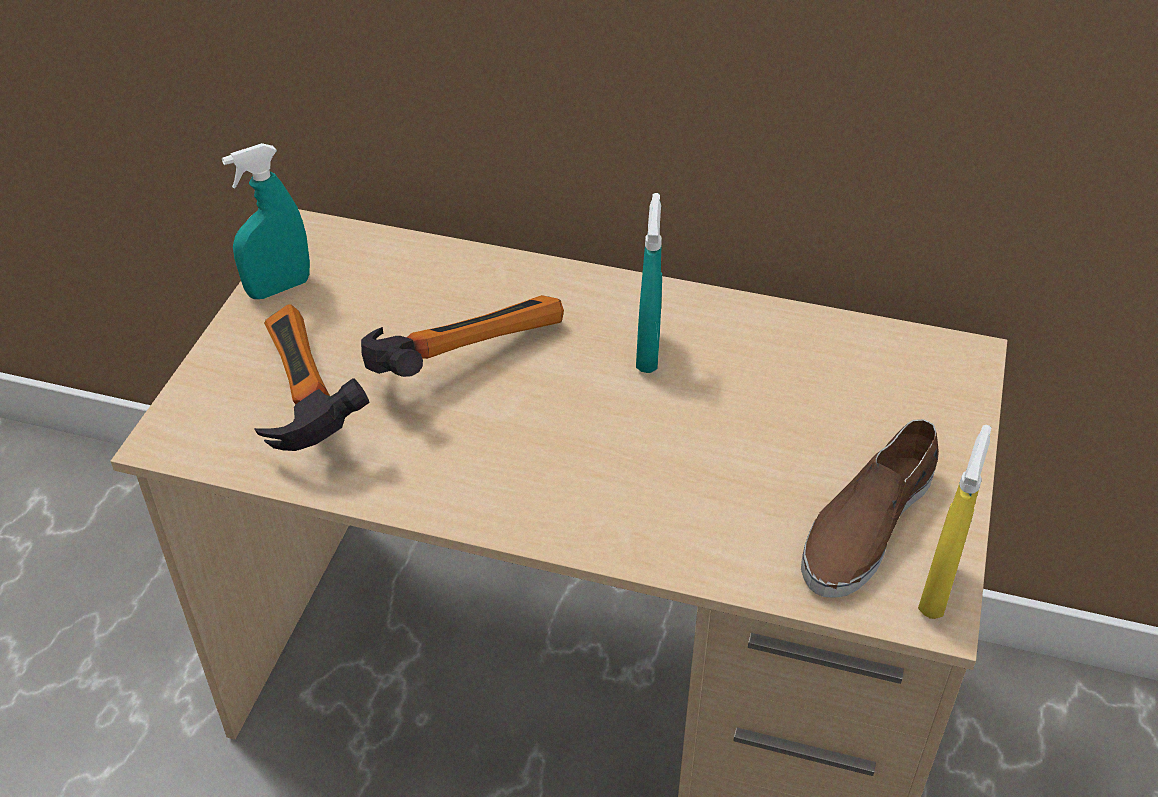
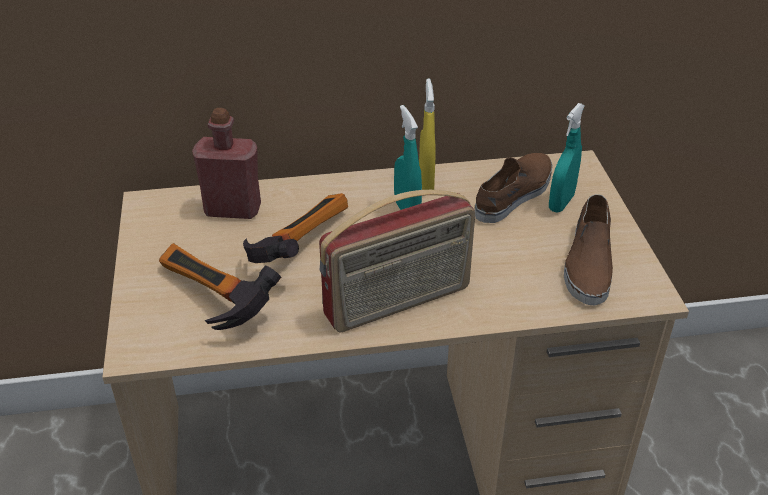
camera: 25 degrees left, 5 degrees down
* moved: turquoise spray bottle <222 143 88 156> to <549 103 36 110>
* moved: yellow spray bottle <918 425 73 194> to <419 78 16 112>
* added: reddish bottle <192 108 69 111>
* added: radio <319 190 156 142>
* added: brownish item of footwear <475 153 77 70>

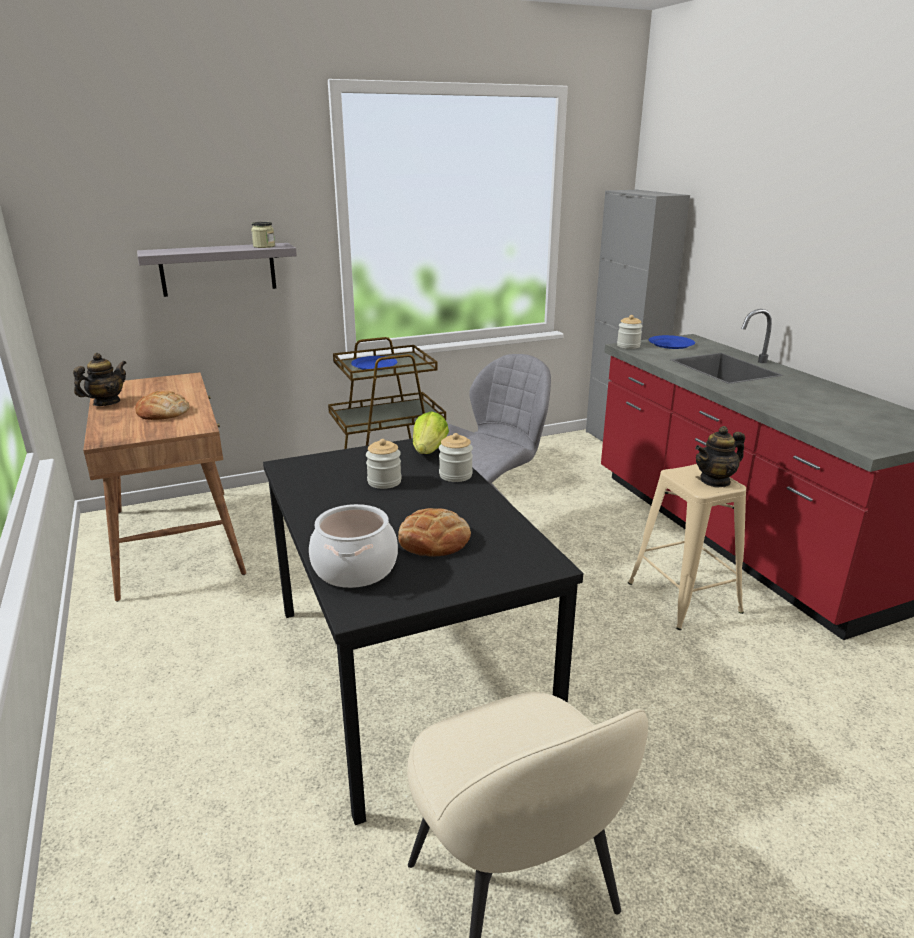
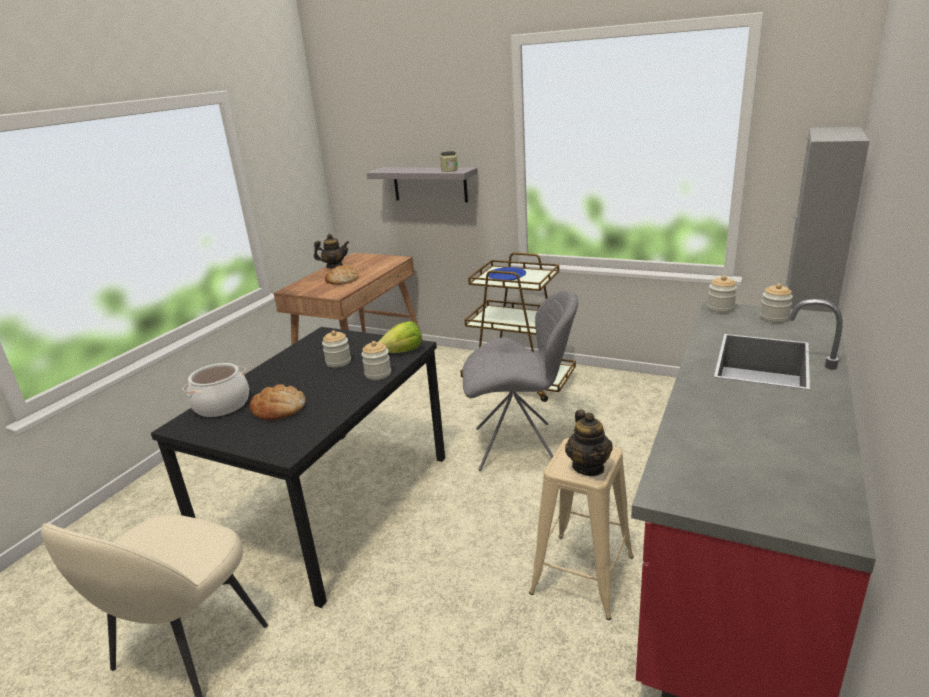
camera: 50 degrees right, 0 degrees up
* replaced: bluish plate <649 335 46 14> to jar <760 283 33 40>
* turned: pot for tea <695 426 50 61> = <565 410 48 66> 120 degrees counterclockwise

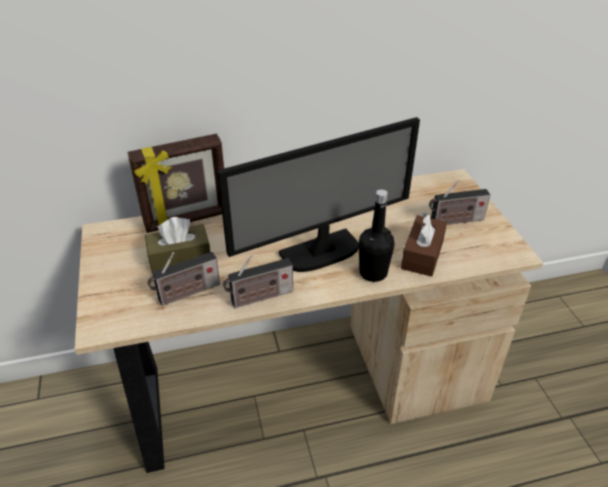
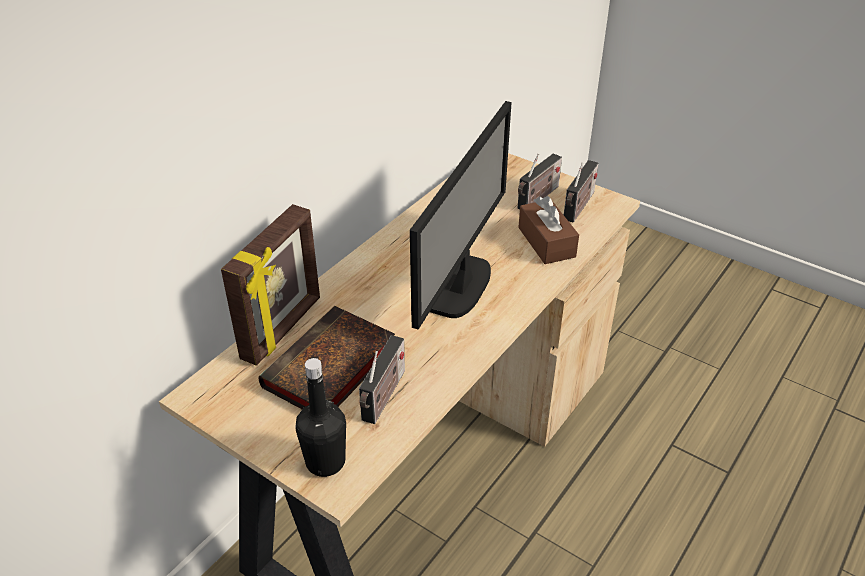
camera: 40 degrees left, 0 degrees up
* replaced: brownish tissue box <145 217 65 55> to volume <258 306 137 103>
* moved: radio <223 256 70 52> to <564 160 35 63>
* moved: black-coloured bottle <359 189 35 93> to <295 358 51 119>

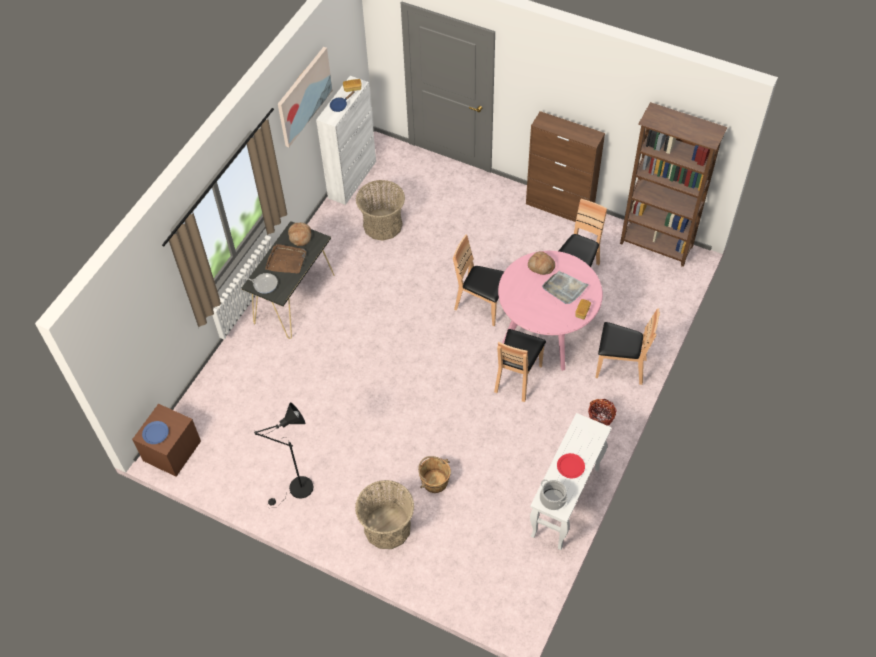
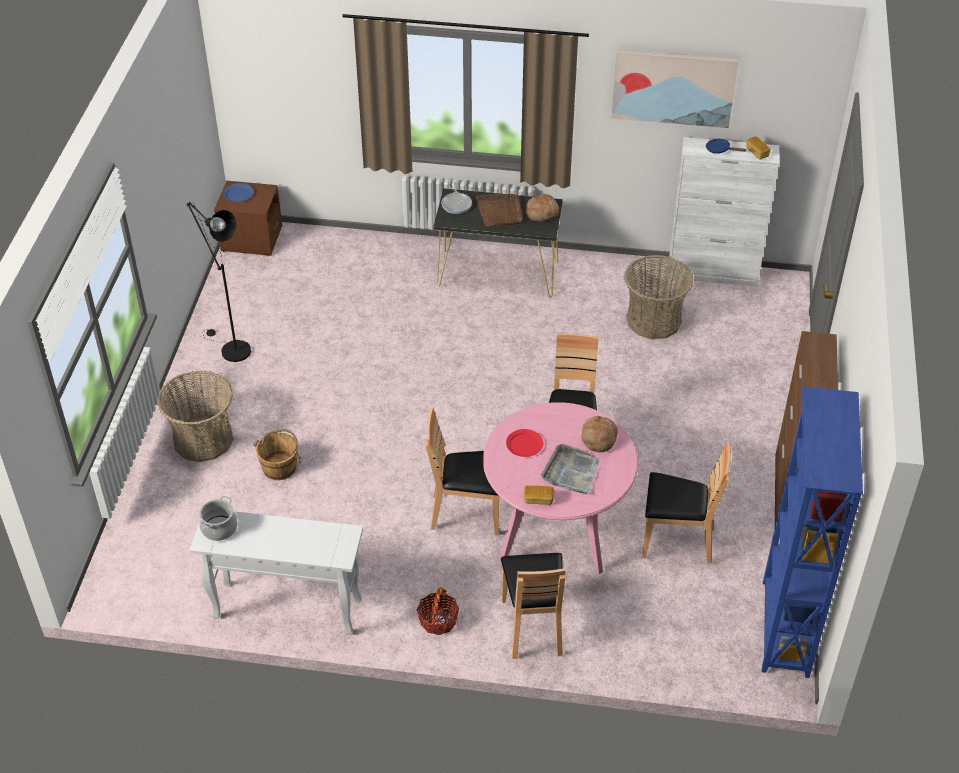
camera: 70 degrees right, 10 degrees down
* moved: reddish plate <557 453 28 25> to <506 429 37 28>
* recoloured: brownish bookcase <620 102 108 165> to bluish bookcase <761 386 102 292>

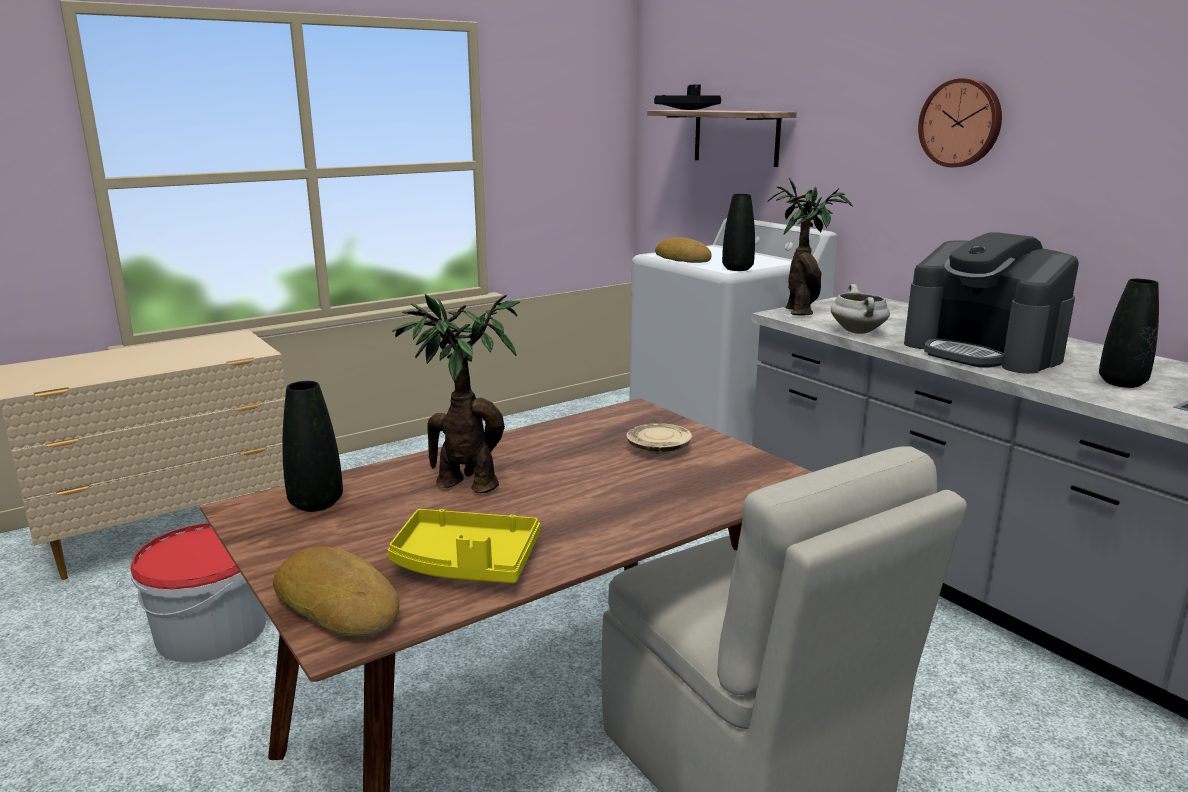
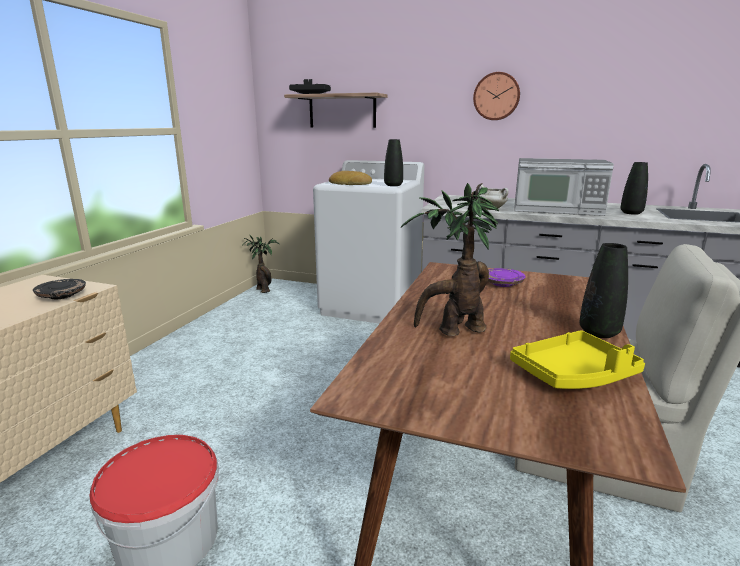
camera: 35 degrees left, 0 degrees up
* removed: bread <273 547 126 90>
* moved: black-coloured flower vase <282 381 61 131> to <579 243 49 95>
* recoloured: beige-coloured plate <627 423 65 32> to purple plate <488 268 38 19>
* moved: potted plant <767 178 86 137> to <242 235 38 58>
* replaced: coffee brewer <904 232 175 142> to microwave <515 158 99 58>
* added: black-coloured plate <33 279 53 20>

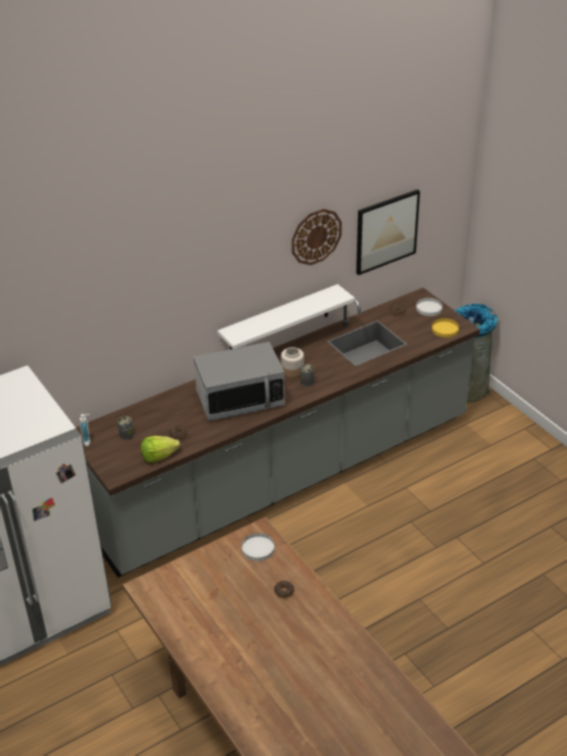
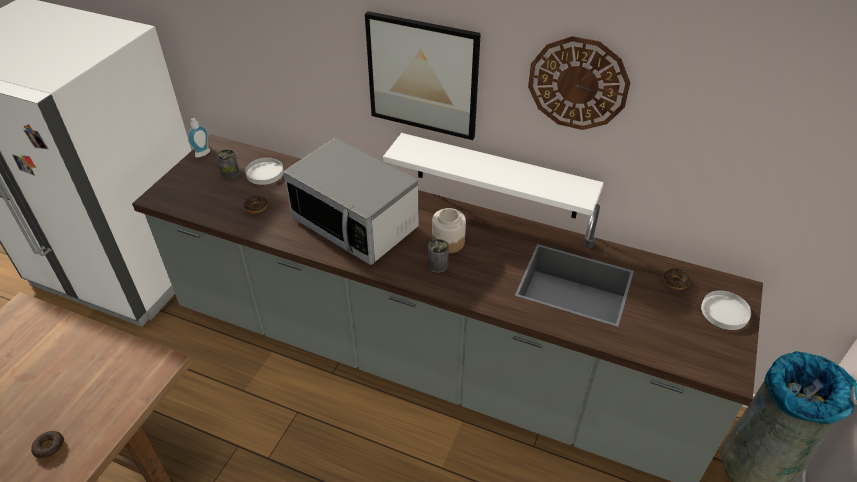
camera: 55 degrees right, 5 degrees up
* removed: lettuce head <141 436 39 26>
* moved: white-coloured plate <242 533 33 28> to <245 157 39 28>
* moved: picture <356 189 64 86> to <365 11 116 129>
* removed: yellow plate <432 318 27 20>

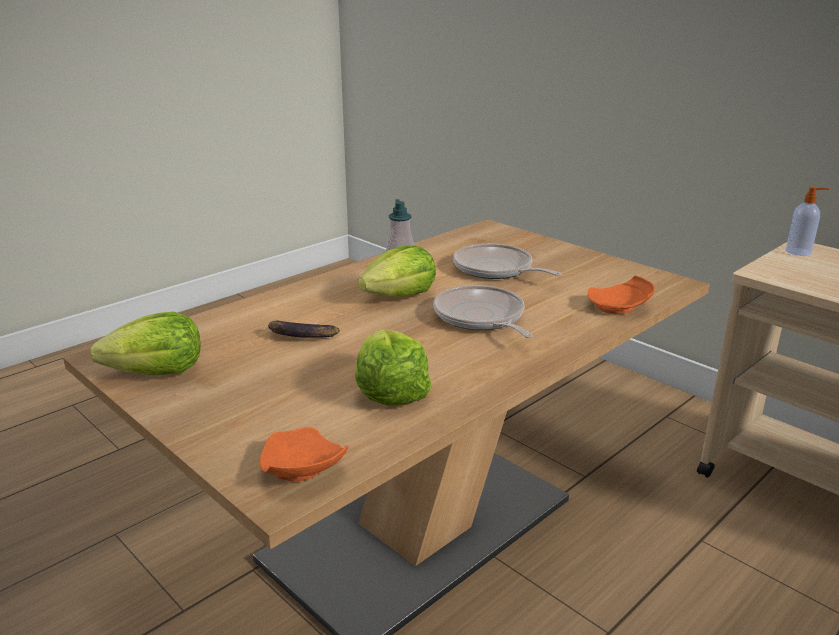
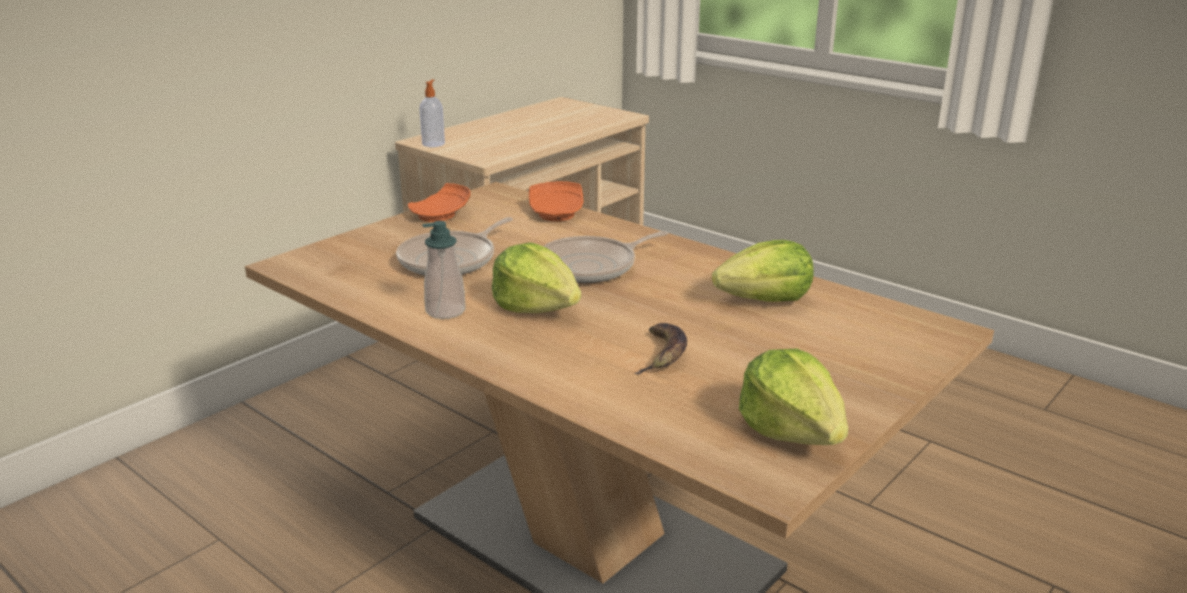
camera: 95 degrees left, 0 degrees up
* moved: orangey plate <259 427 89 55> to <408 183 63 39>

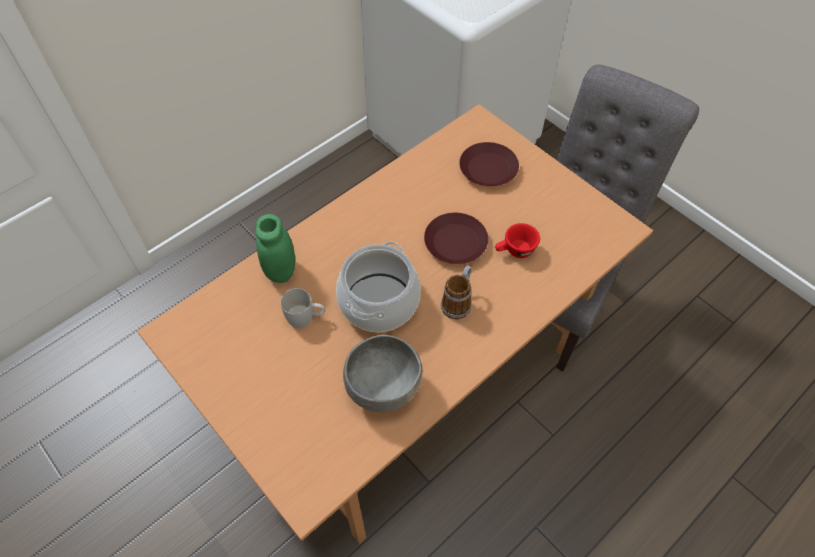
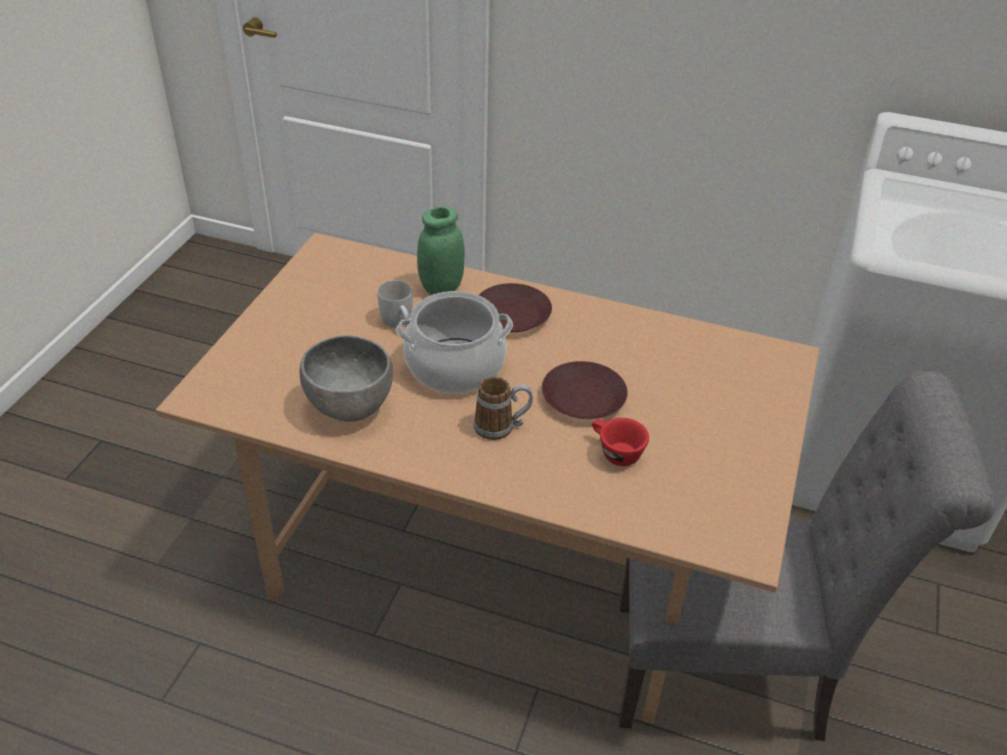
camera: 60 degrees right, 15 degrees down
* moved: brownish plate <459 142 60 45> to <479 283 73 49>

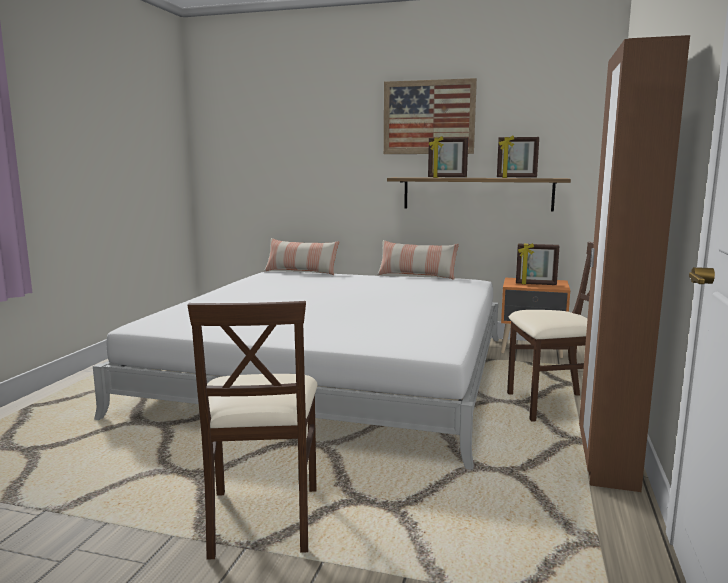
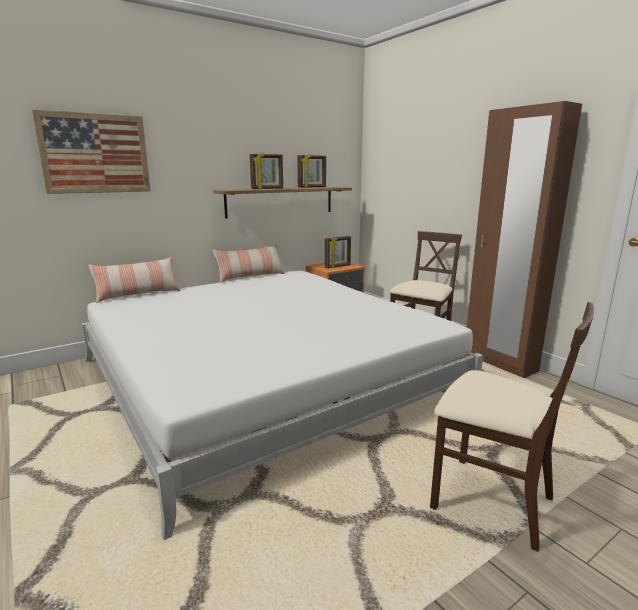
camera: 50 degrees left, 5 degrees up
* moved: picture <384 78 93 76> to <32 109 118 85>

